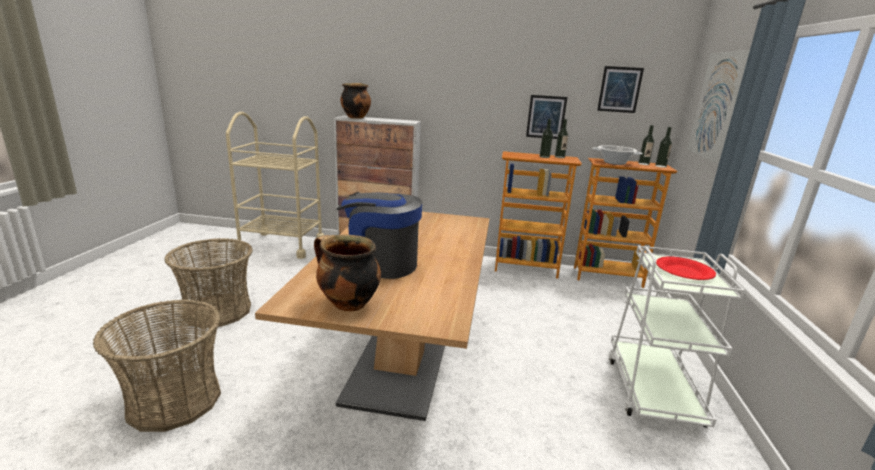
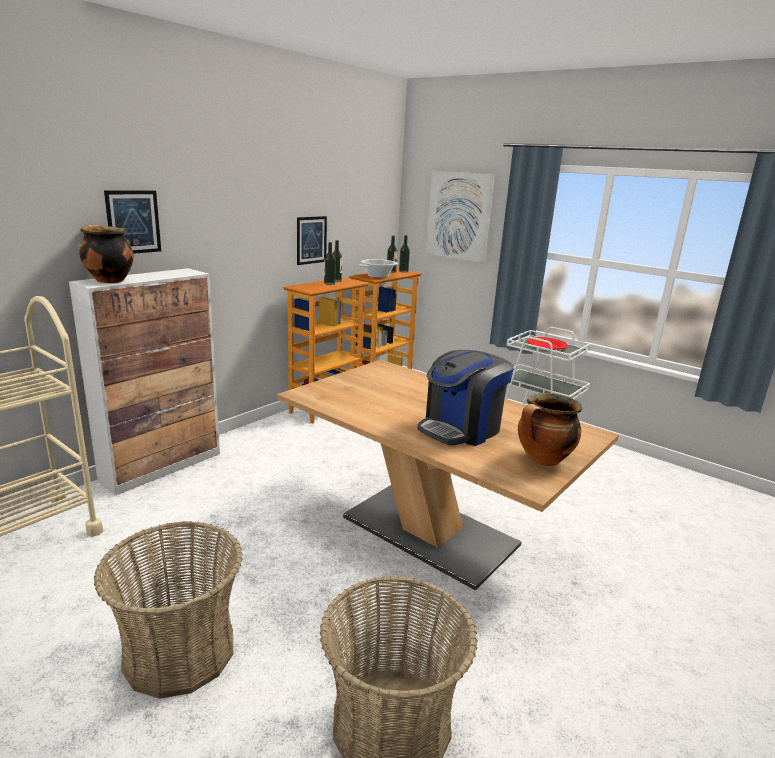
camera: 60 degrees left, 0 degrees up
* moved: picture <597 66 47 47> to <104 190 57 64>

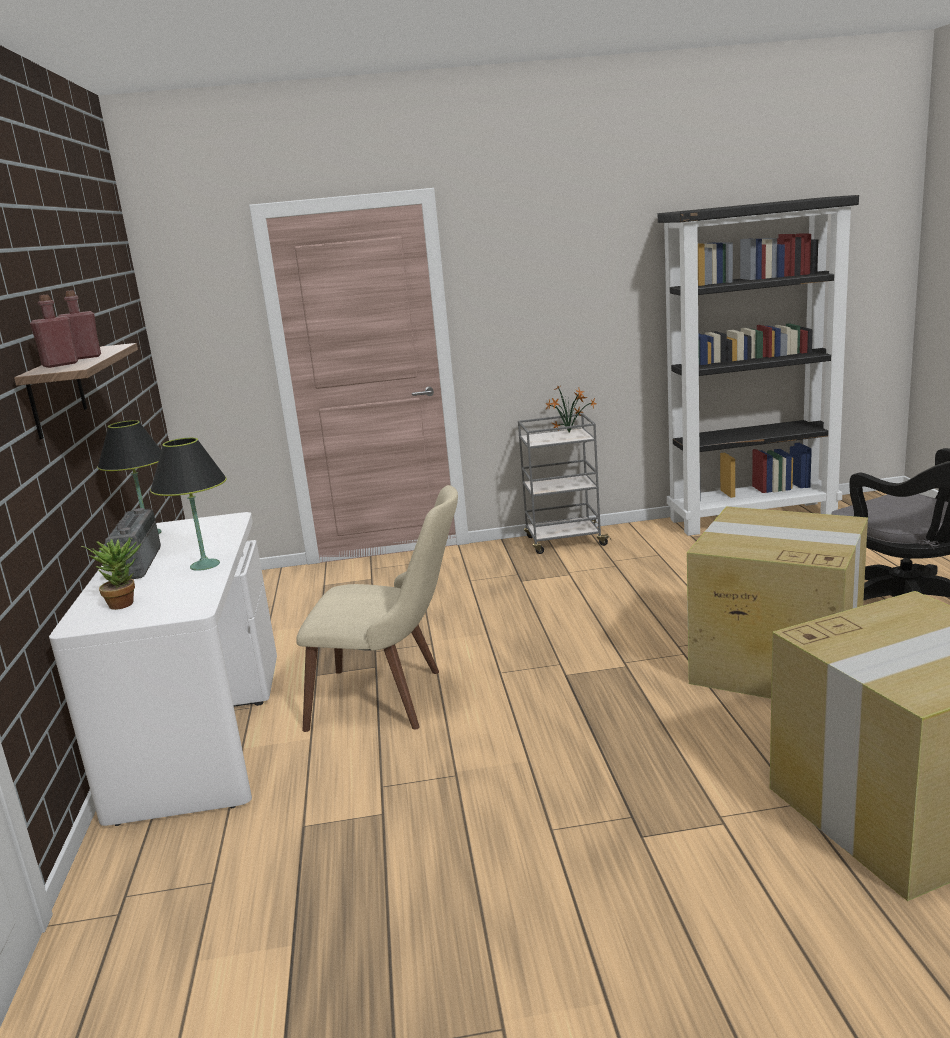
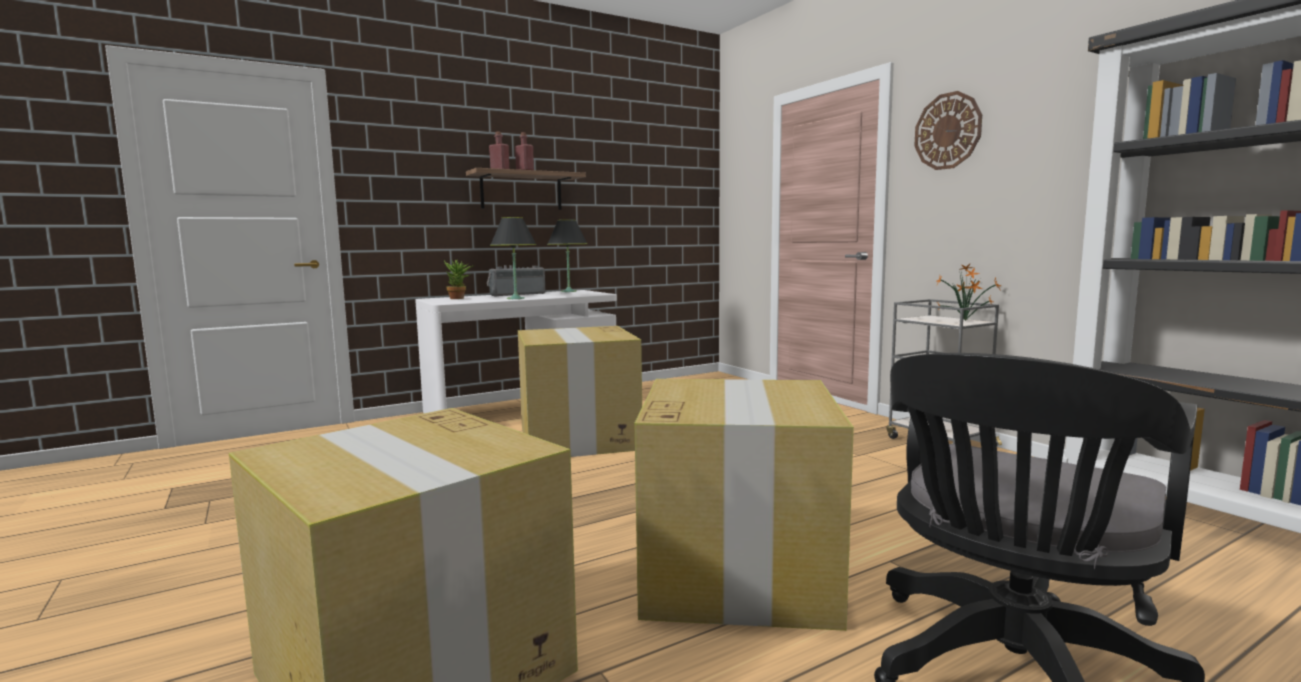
camera: 65 degrees right, 10 degrees down
* replaced: beige-coloured chair <296 485 162 247> to cardboard box <518 326 124 131>
* added: clock on the wall <914 91 68 79>

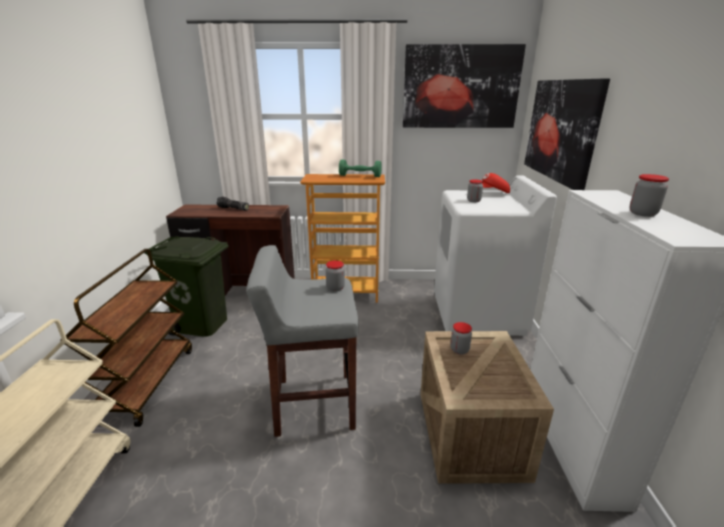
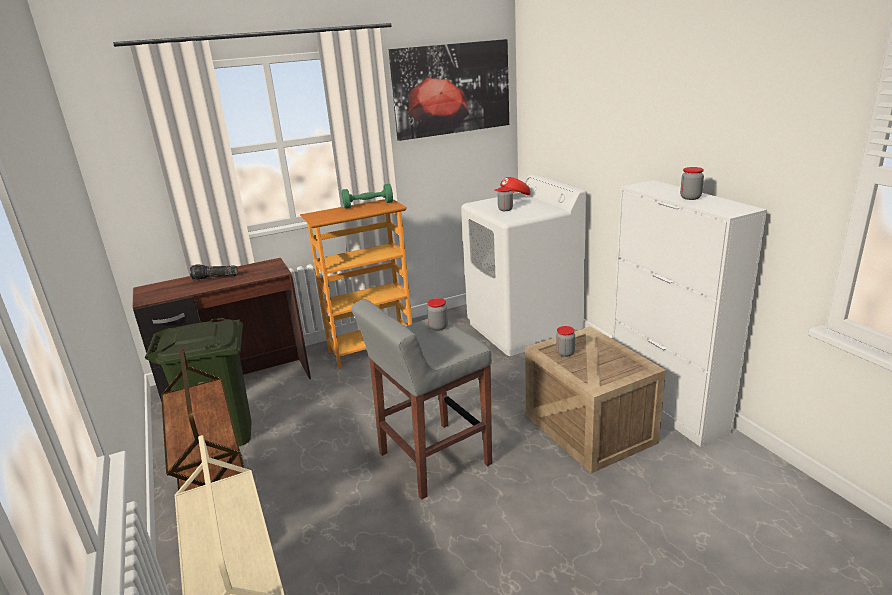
camera: 25 degrees left, 0 degrees up
* removed: picture <524 78 86 112>

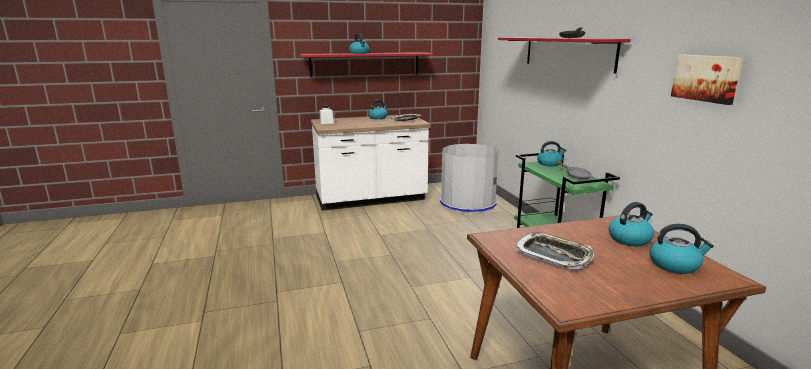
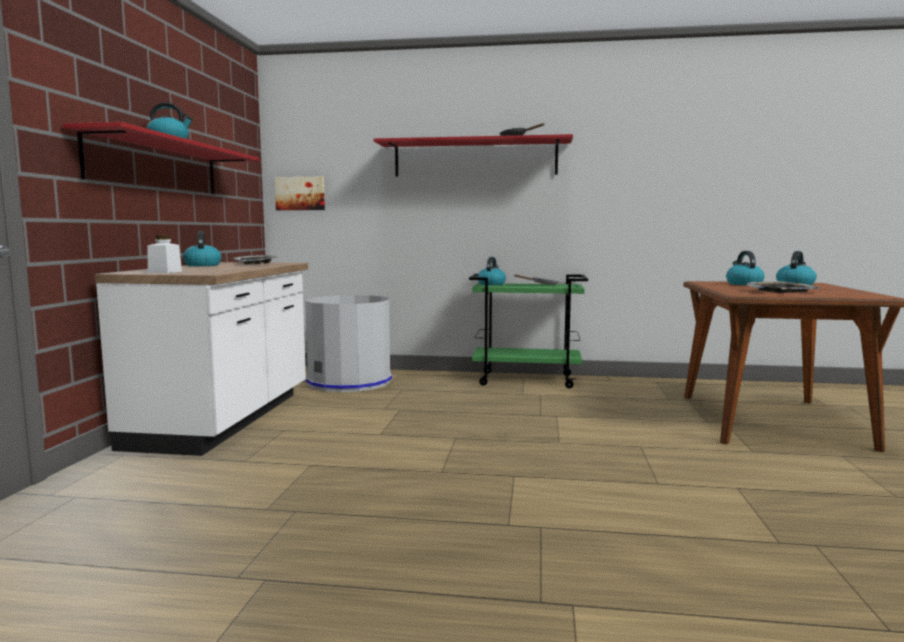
camera: 65 degrees left, 10 degrees down
* moved: picture <671 54 72 51> to <275 177 50 33>

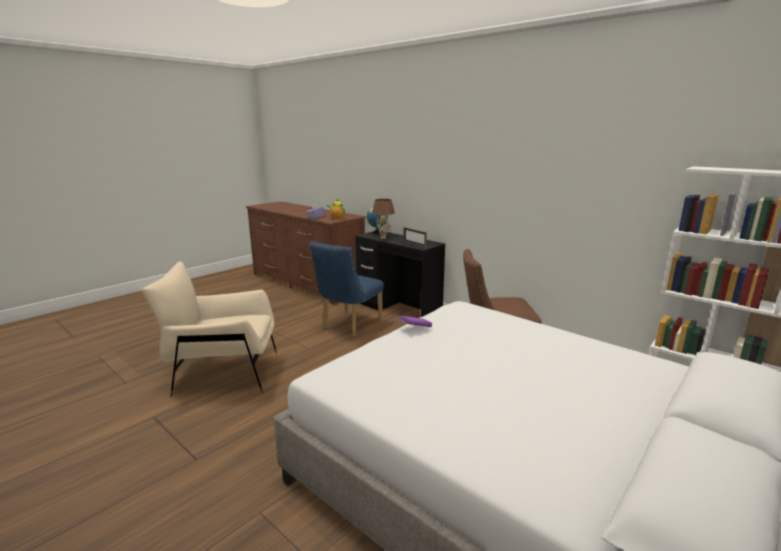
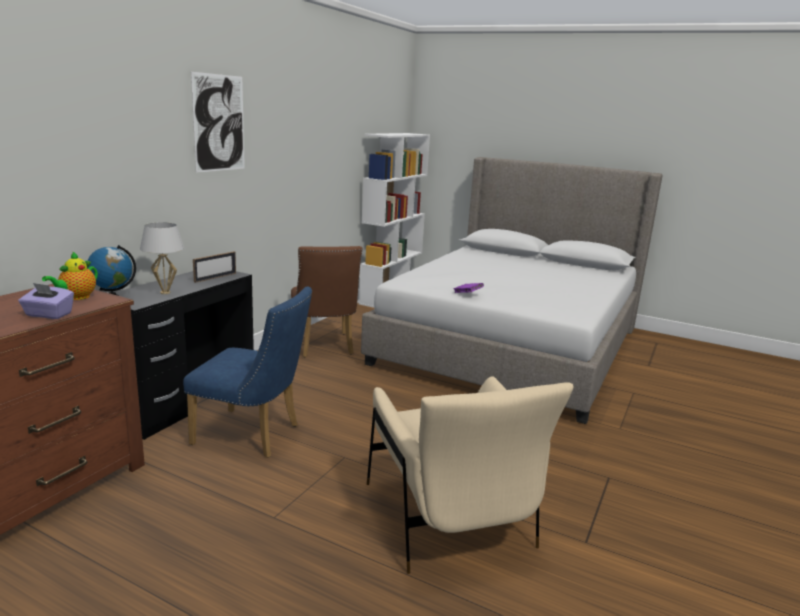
camera: 105 degrees left, 0 degrees up
* recoloured: brownish tabletop lamp <372 199 23 40> to white-coloured tabletop lamp <140 222 44 72>
* added: picture <191 72 54 101>

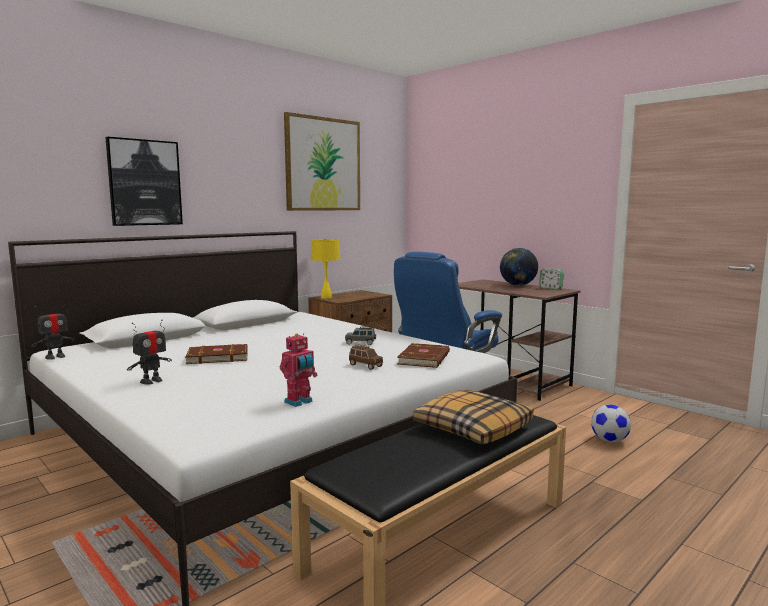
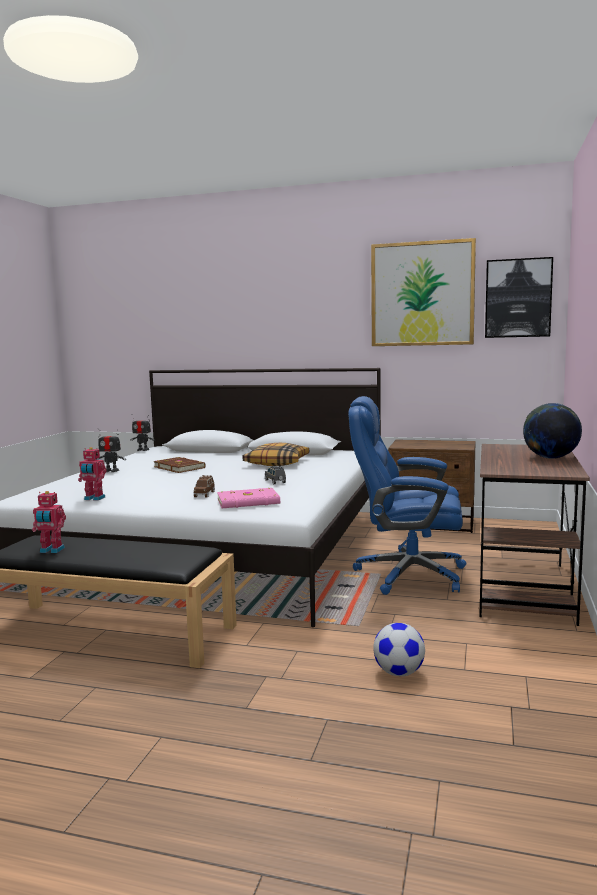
camera: 60 degrees right, 0 degrees up
* moved: picture <105 137 78 89> to <485 257 68 81>
* removed: yellow tabletop lamp <311 238 30 61>
* recoloured: brownish volume <397 343 53 25> to pink-coloured volume <217 488 63 20>
* moved: cushion <413 390 121 54> to <243 443 66 23>
* removed: alarm clock <539 269 25 20>
* added: toy robot <32 491 34 62>

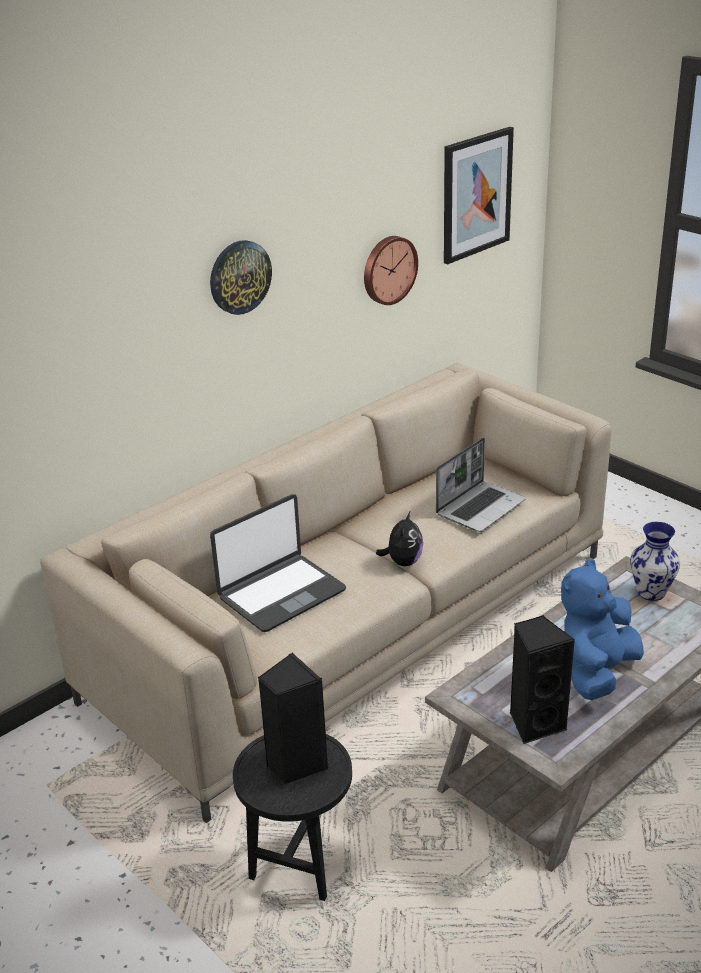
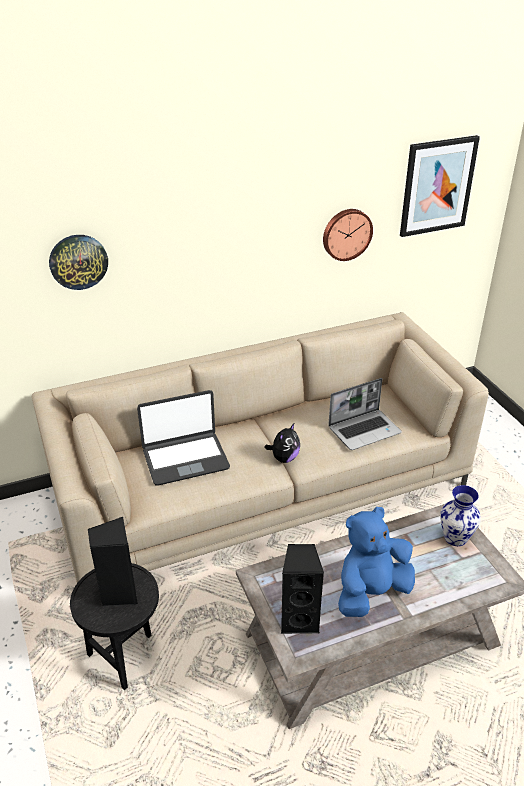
camera: 20 degrees right, 5 degrees up
* moved: clock on the wall <210 240 62 75> to <49 235 59 55>

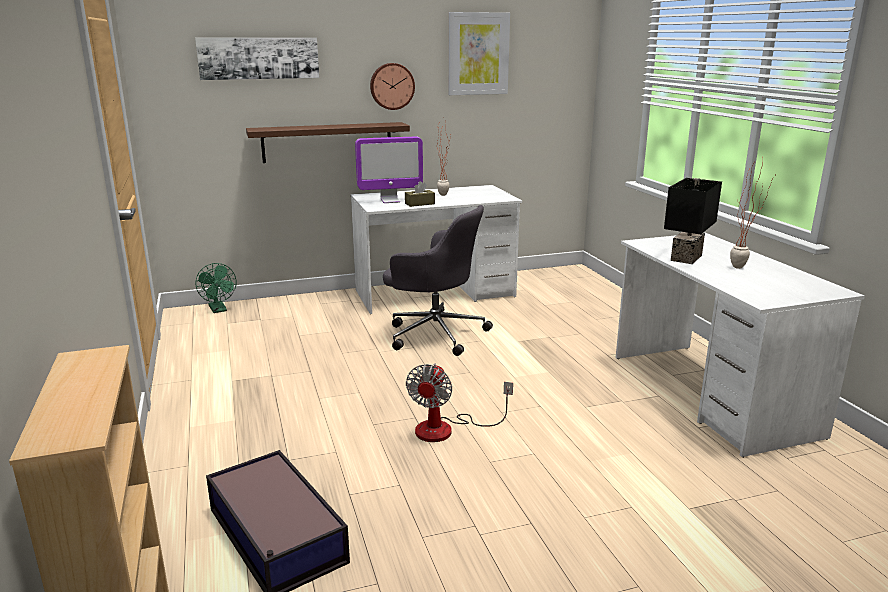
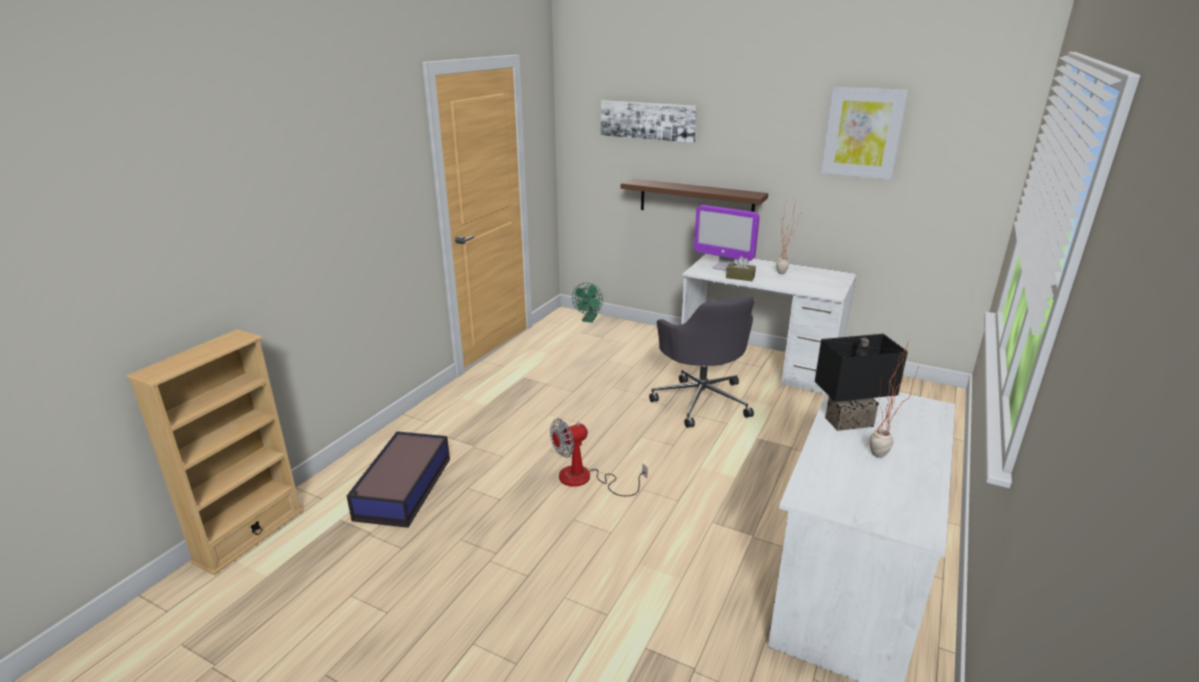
camera: 45 degrees right, 5 degrees up
* removed: clock on the wall <370 63 45 47>

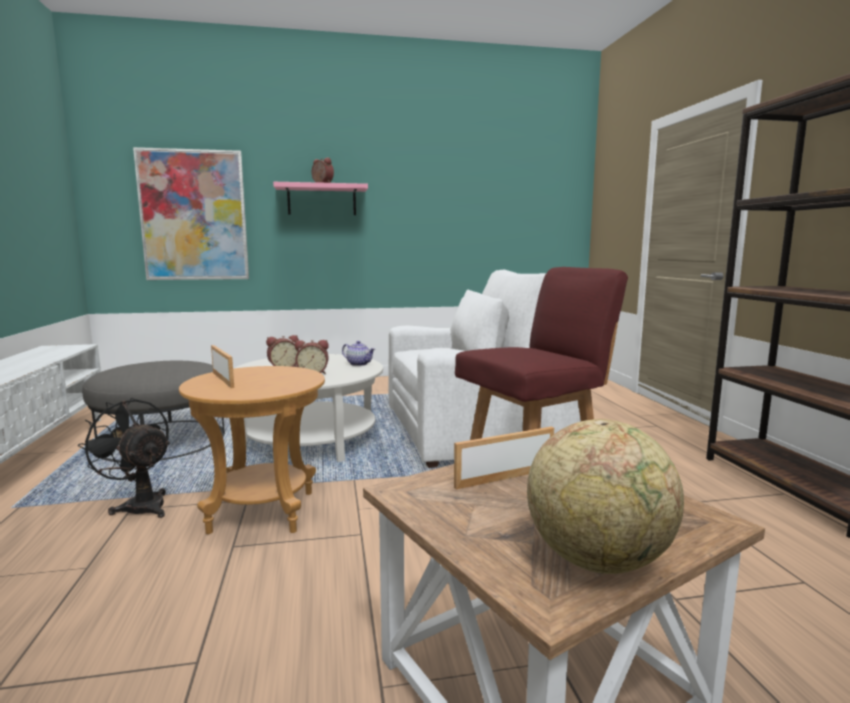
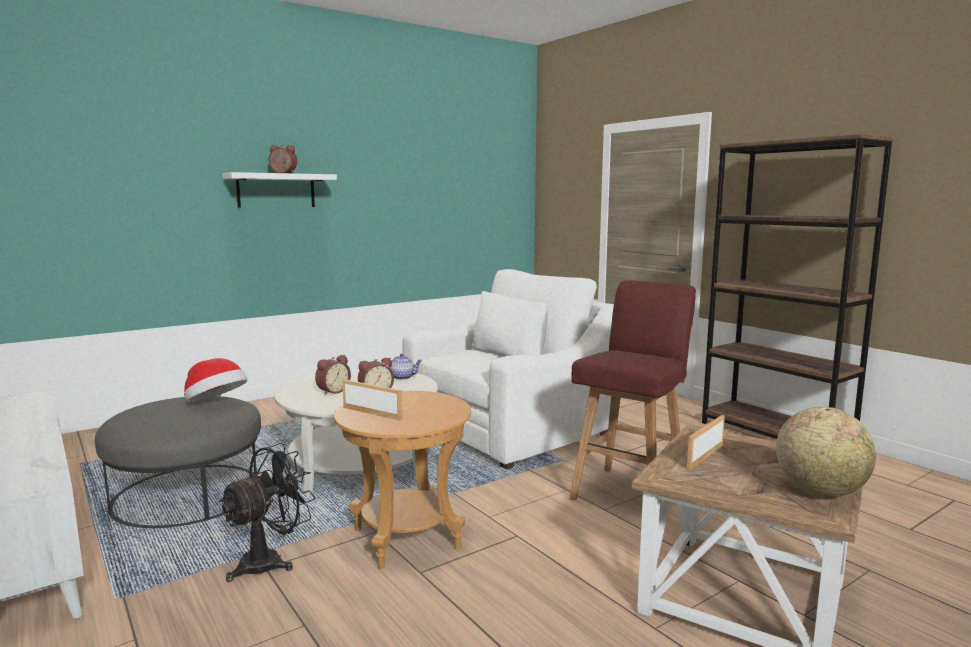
camera: 25 degrees left, 0 degrees up
* turned: black-coloured electric fan <78 398 92 120> = <218 443 98 139> 120 degrees clockwise
* removed: picture <133 147 116 133>
* recoloured: pink-coloured wall shelf <273 182 95 33> to white-coloured wall shelf <222 172 115 36>
* added: wearable hat <184 358 63 44>

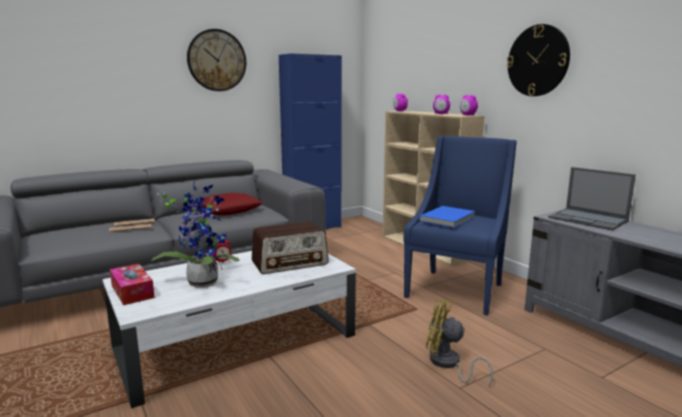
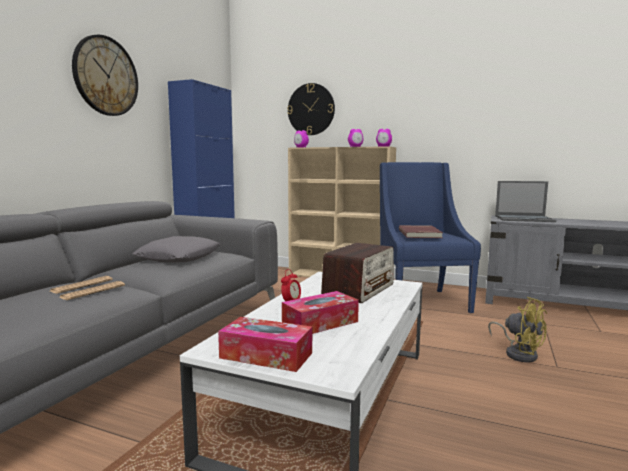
camera: 35 degrees left, 5 degrees down
* replaced: potted plant <151 180 88 107> to tissue box <282 291 77 43>
* recoloured: reddish cushion <196 193 67 22> to gray cushion <132 236 88 27>
* recoloured: bluish volume <419 206 56 22> to reddish volume <399 225 44 13>
* turned: yellow electric fan <426 299 67 87> = <488 297 59 65> 120 degrees counterclockwise
* moved: clock on the wall <507 24 63 72> to <287 83 48 52>

